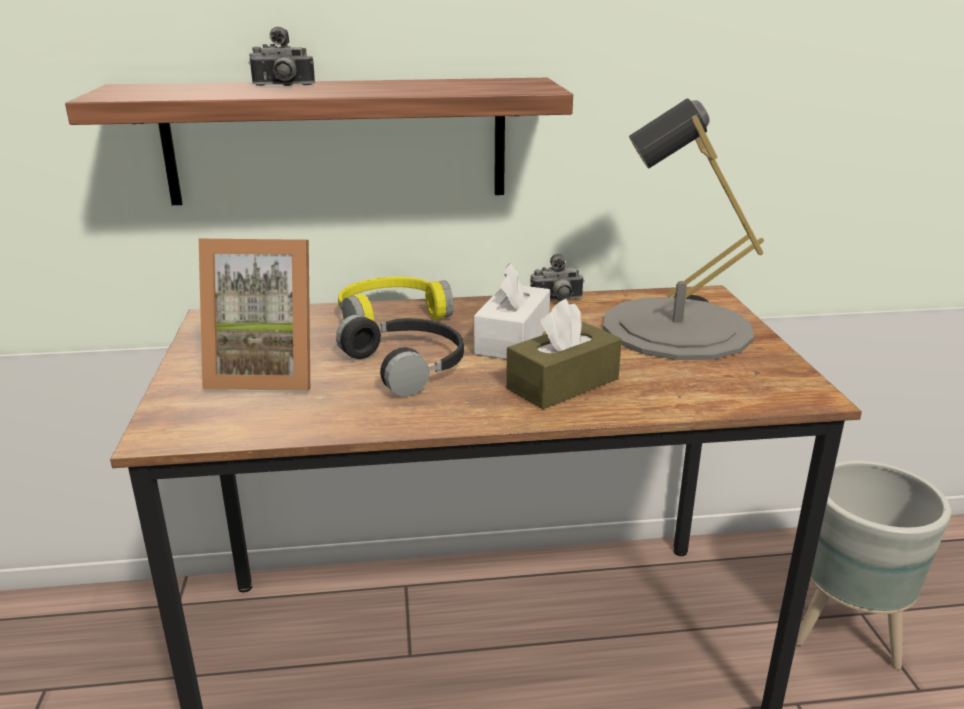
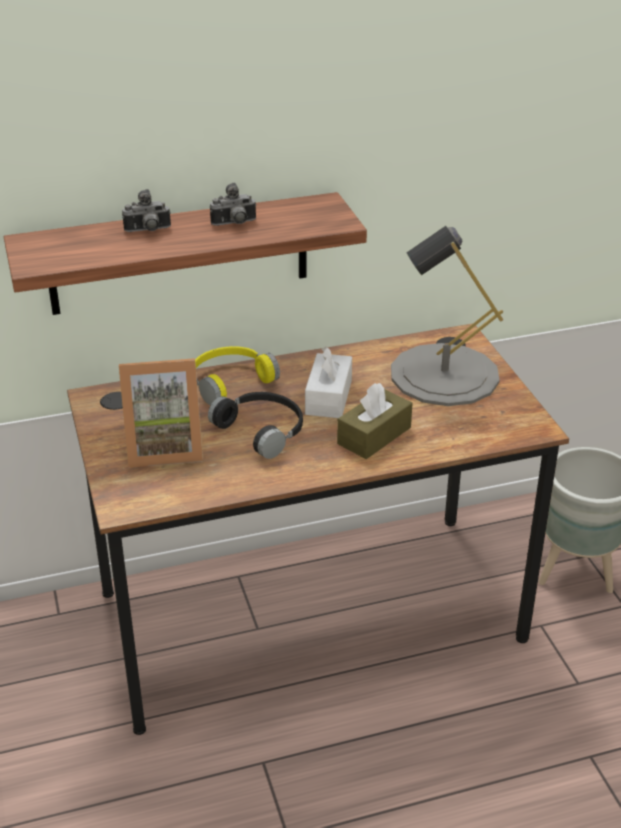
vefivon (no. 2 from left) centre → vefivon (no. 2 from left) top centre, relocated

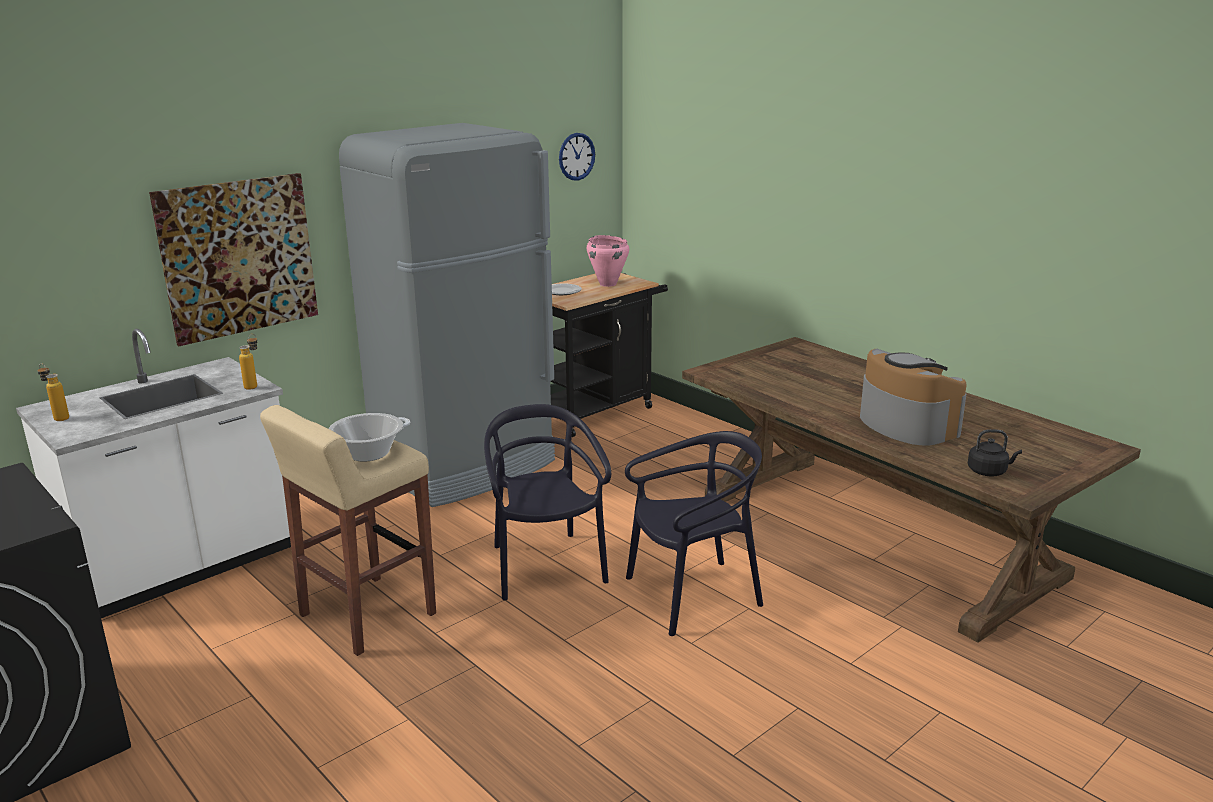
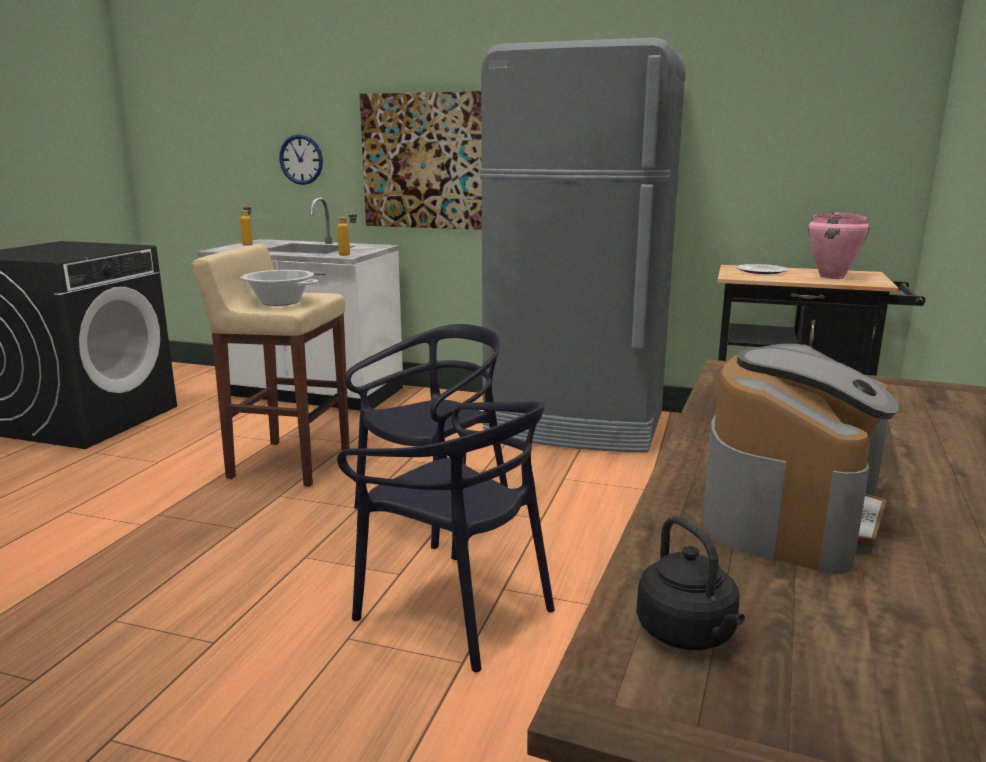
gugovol top centre → gugovol top left, relocated

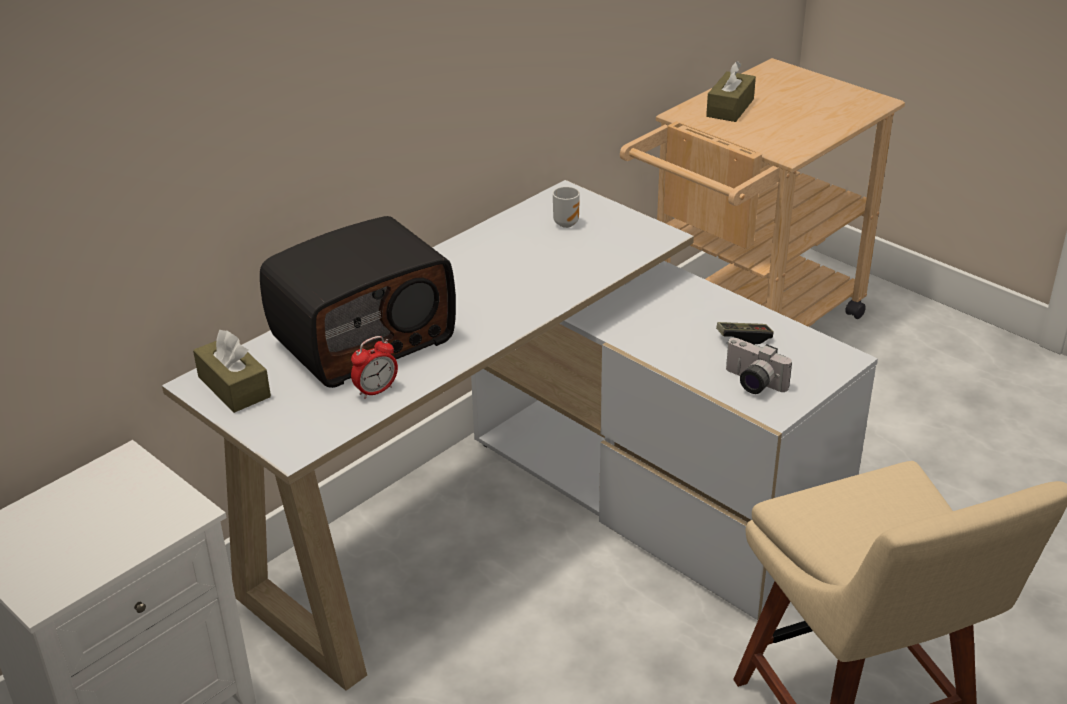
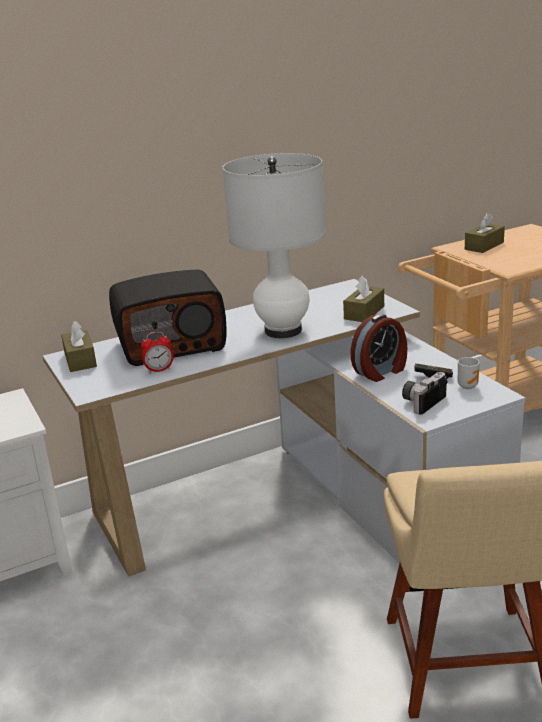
- → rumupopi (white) centre
- → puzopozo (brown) (no. 2 from left) middle right
- → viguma (no. 2 from left) middle right
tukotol top centre → tukotol middle right, relocated
vefivon middle right, 75 degrees clockwise

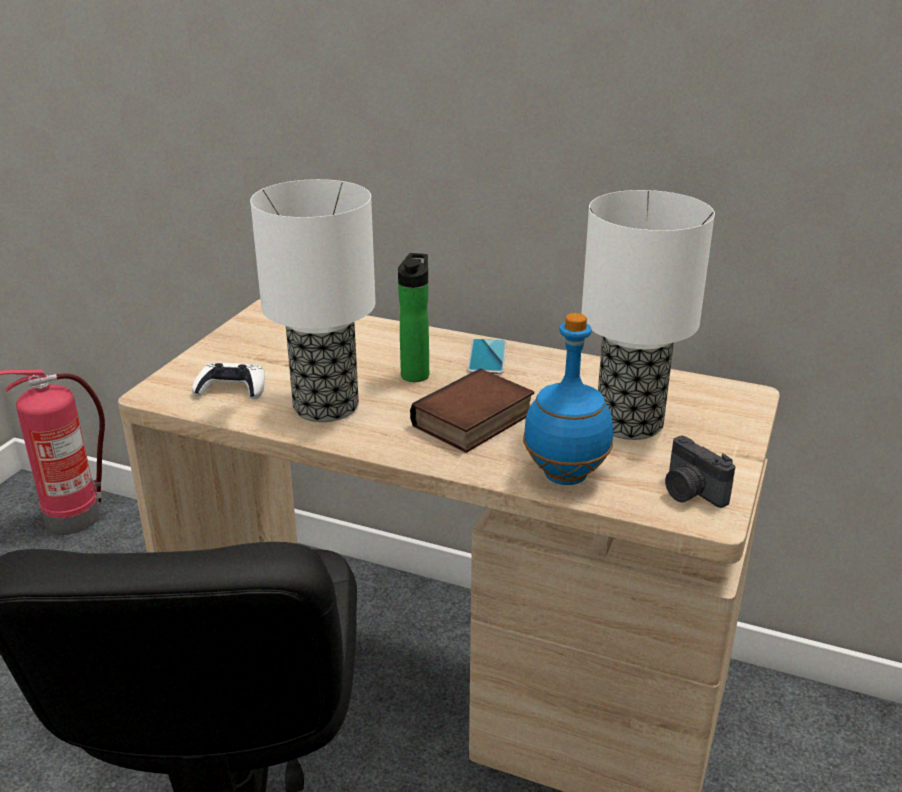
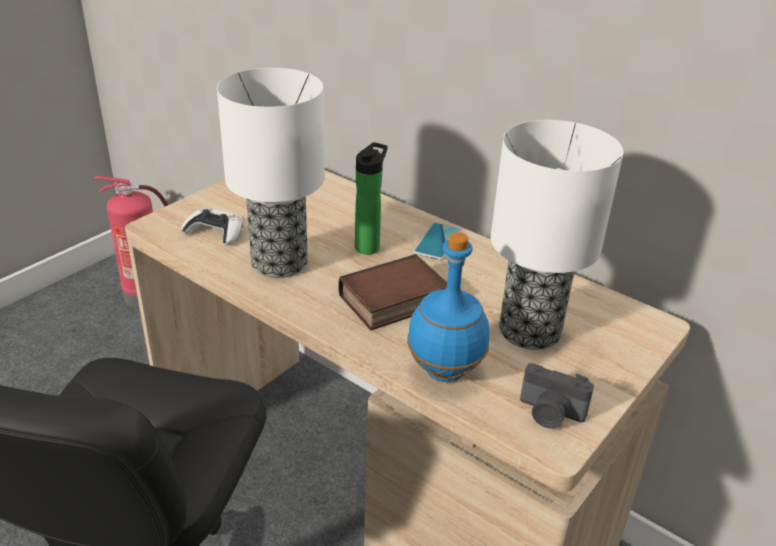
vefivon middle right → vefivon bottom right, 45 degrees counterclockwise

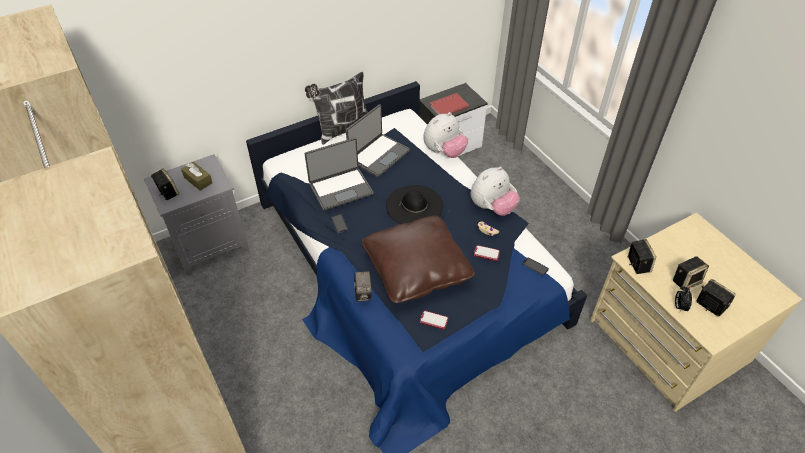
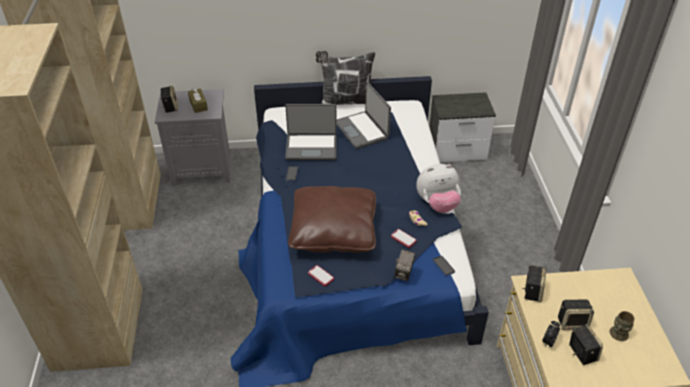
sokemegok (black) centre → -
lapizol (no. 1 from left) top centre → -
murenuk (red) top centre → -
- → tukotol (brown) bottom right
vefivon centre → vefivon bottom centre, relocated
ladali (no. 2 from left) top centre, 90 degrees clockwise

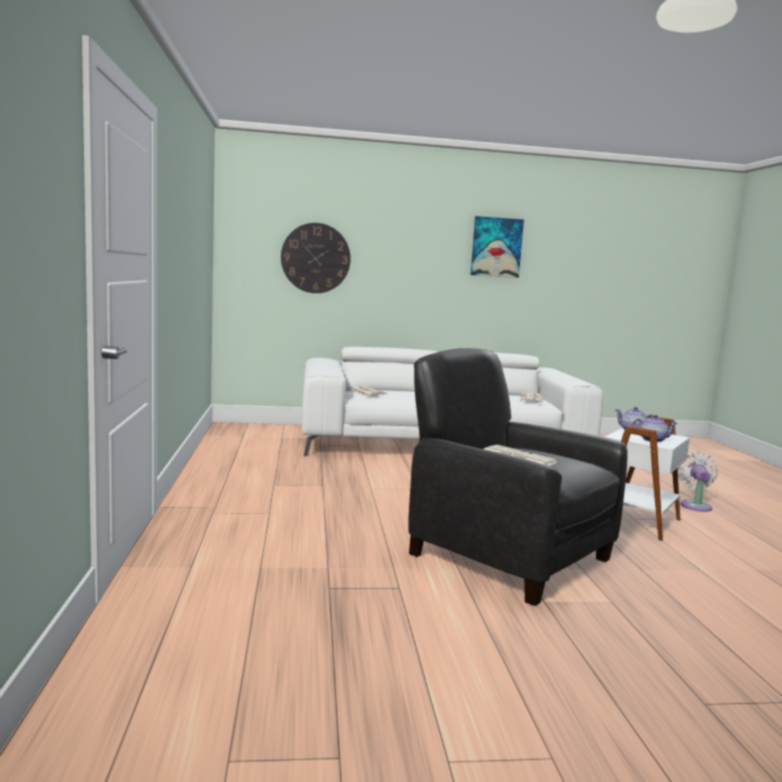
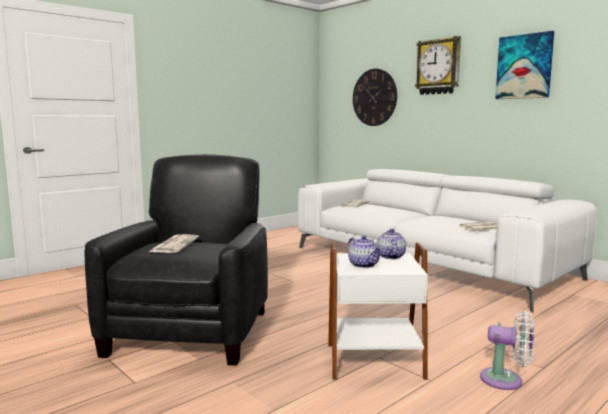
- → gugovol (no. 2 from left) top right
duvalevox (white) middle right → duvalevox (white) bottom right, 45 degrees clockwise

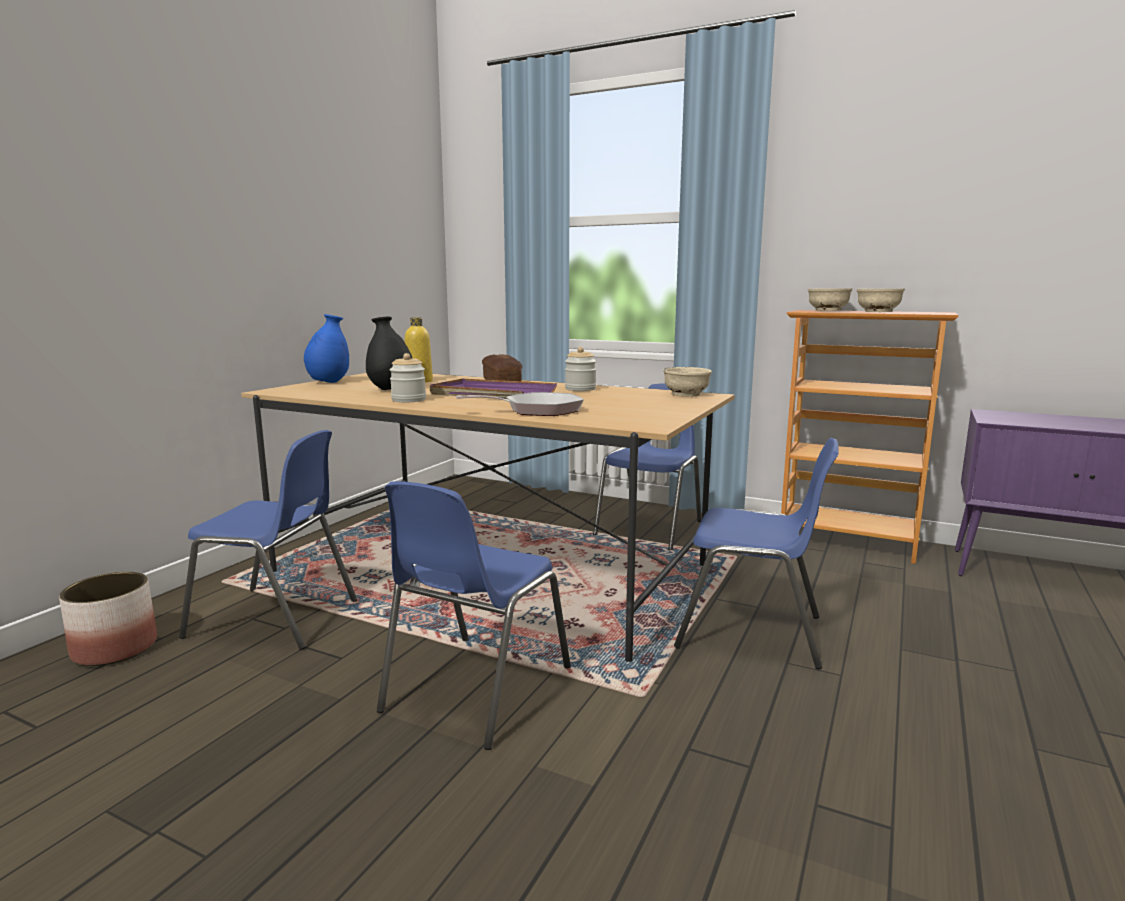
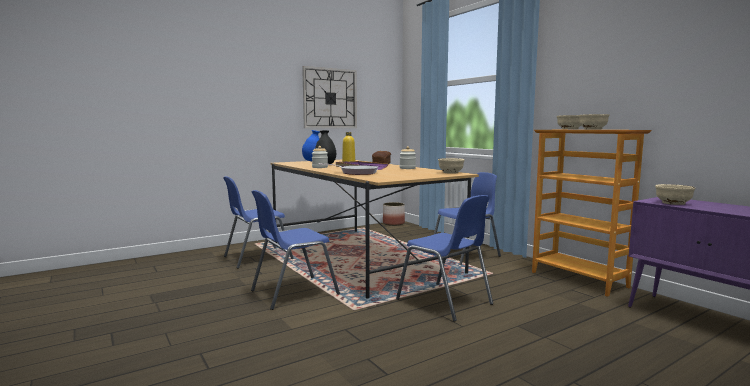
- → gugovol top centre
- → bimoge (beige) (no. 4 from left) middle right
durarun bottom left → durarun centre, relocated
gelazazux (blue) (no. 1 from left) middle left → gelazazux (blue) (no. 1 from left) centre, 105 degrees clockwise

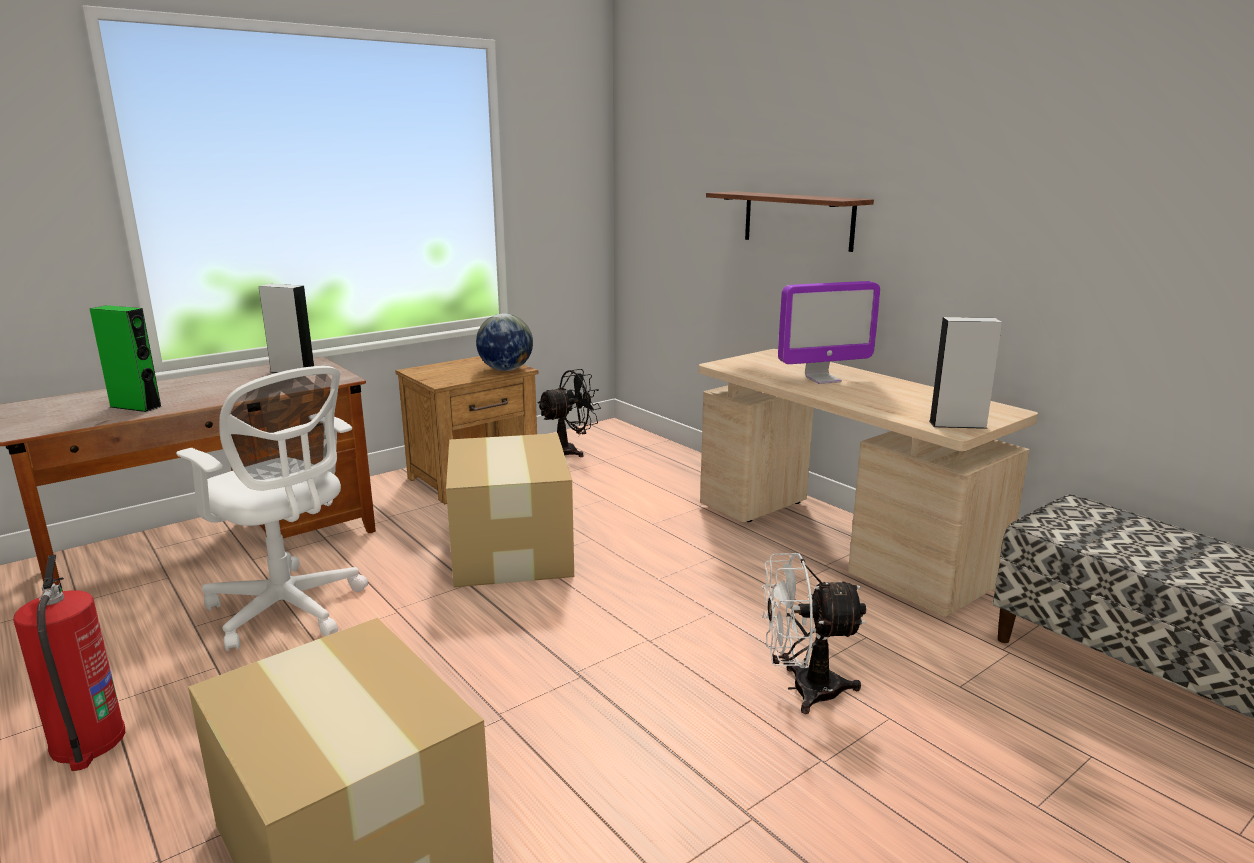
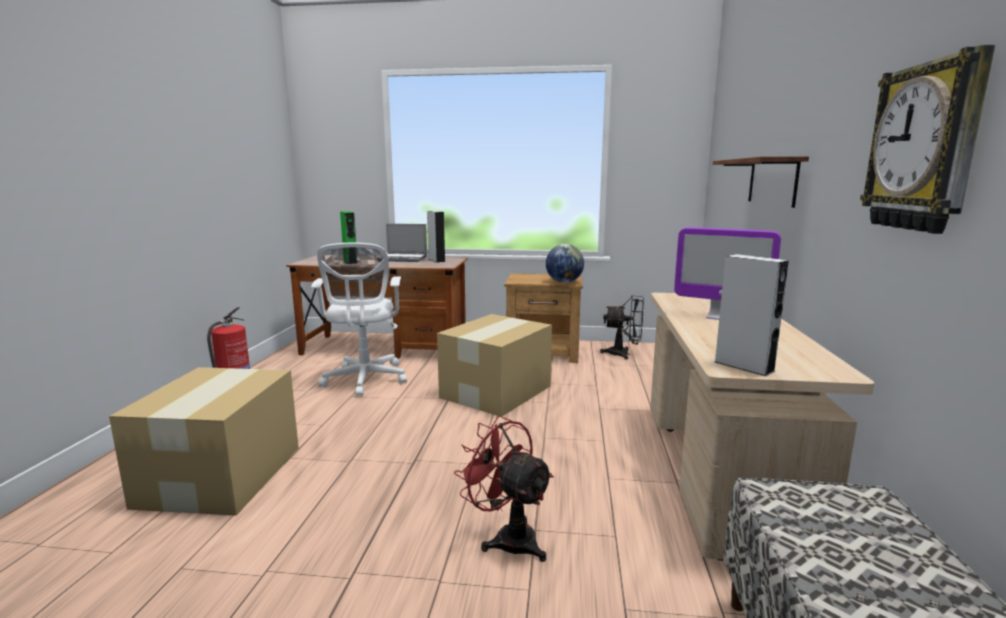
- → ladali centre
- → gugovol top right
duvalevox (white) bottom centre → duvalevox (red) bottom centre

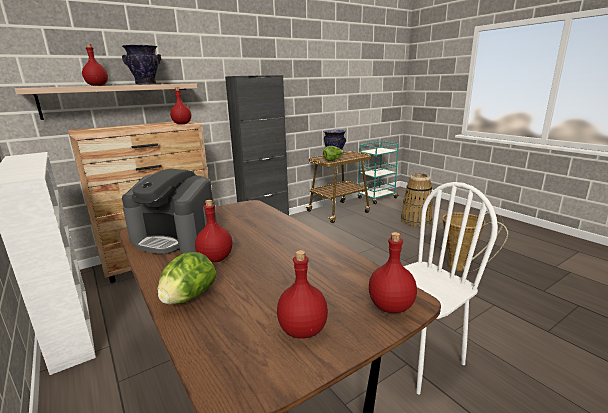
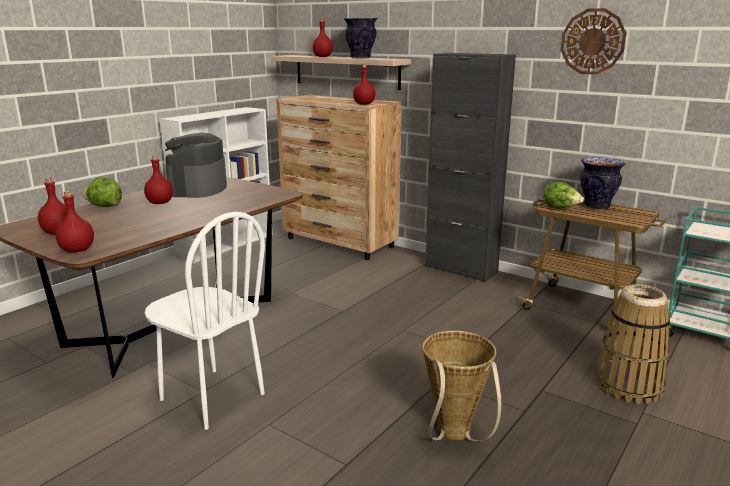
- → gugovol top right

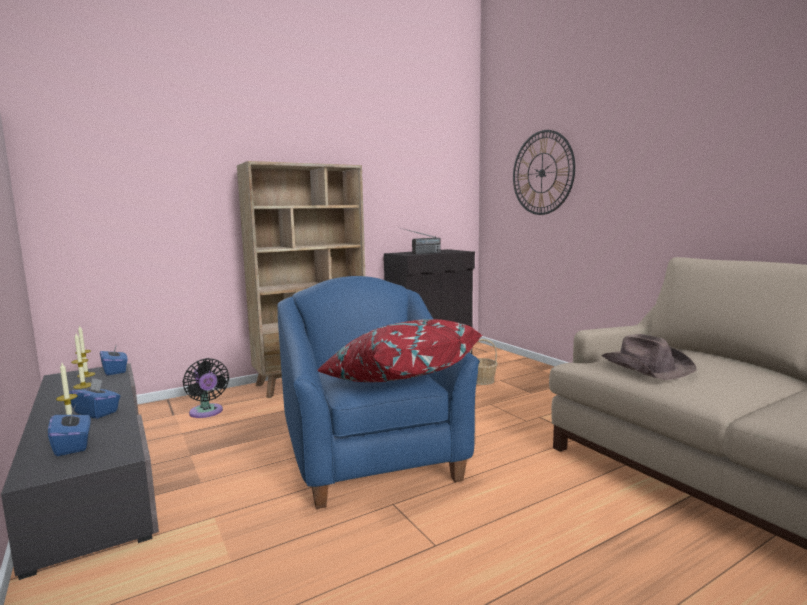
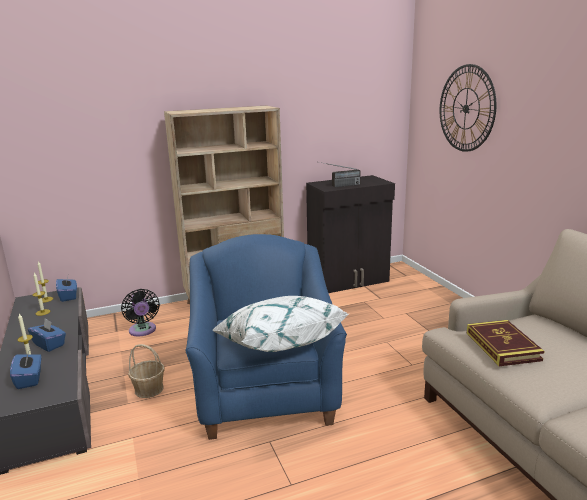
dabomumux centre → dabomumux bottom left, relocated
sokemegok (brown) middle right → murenuk bottom right
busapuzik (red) centre → busapuzik (white) centre

